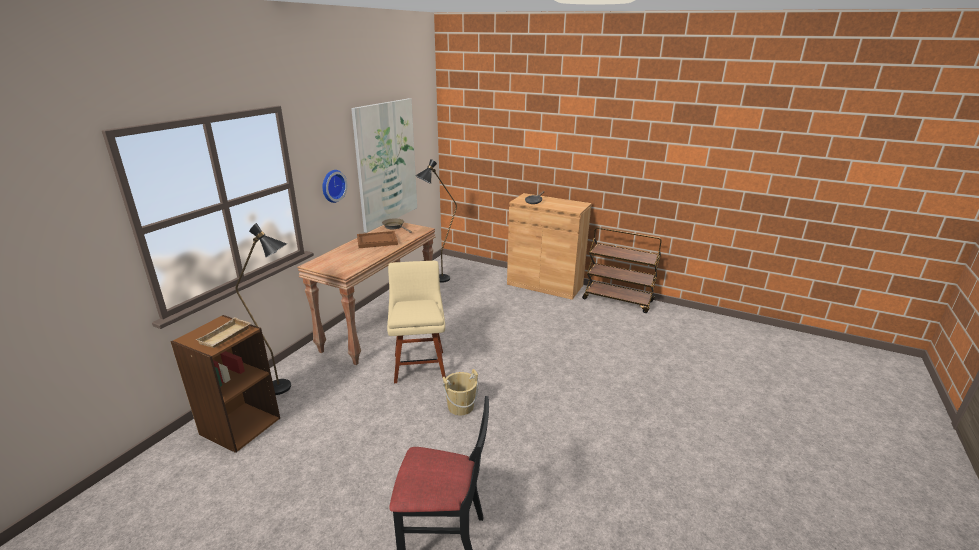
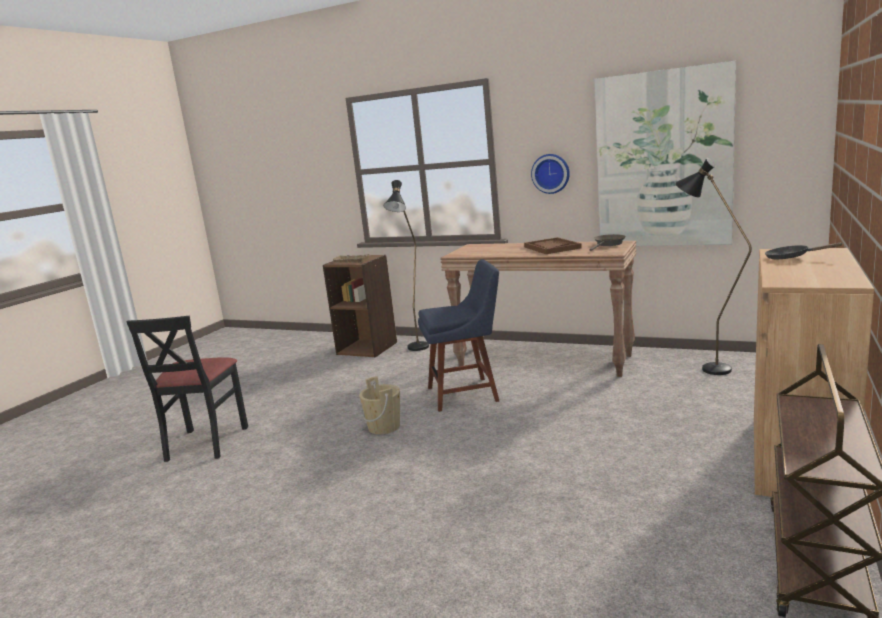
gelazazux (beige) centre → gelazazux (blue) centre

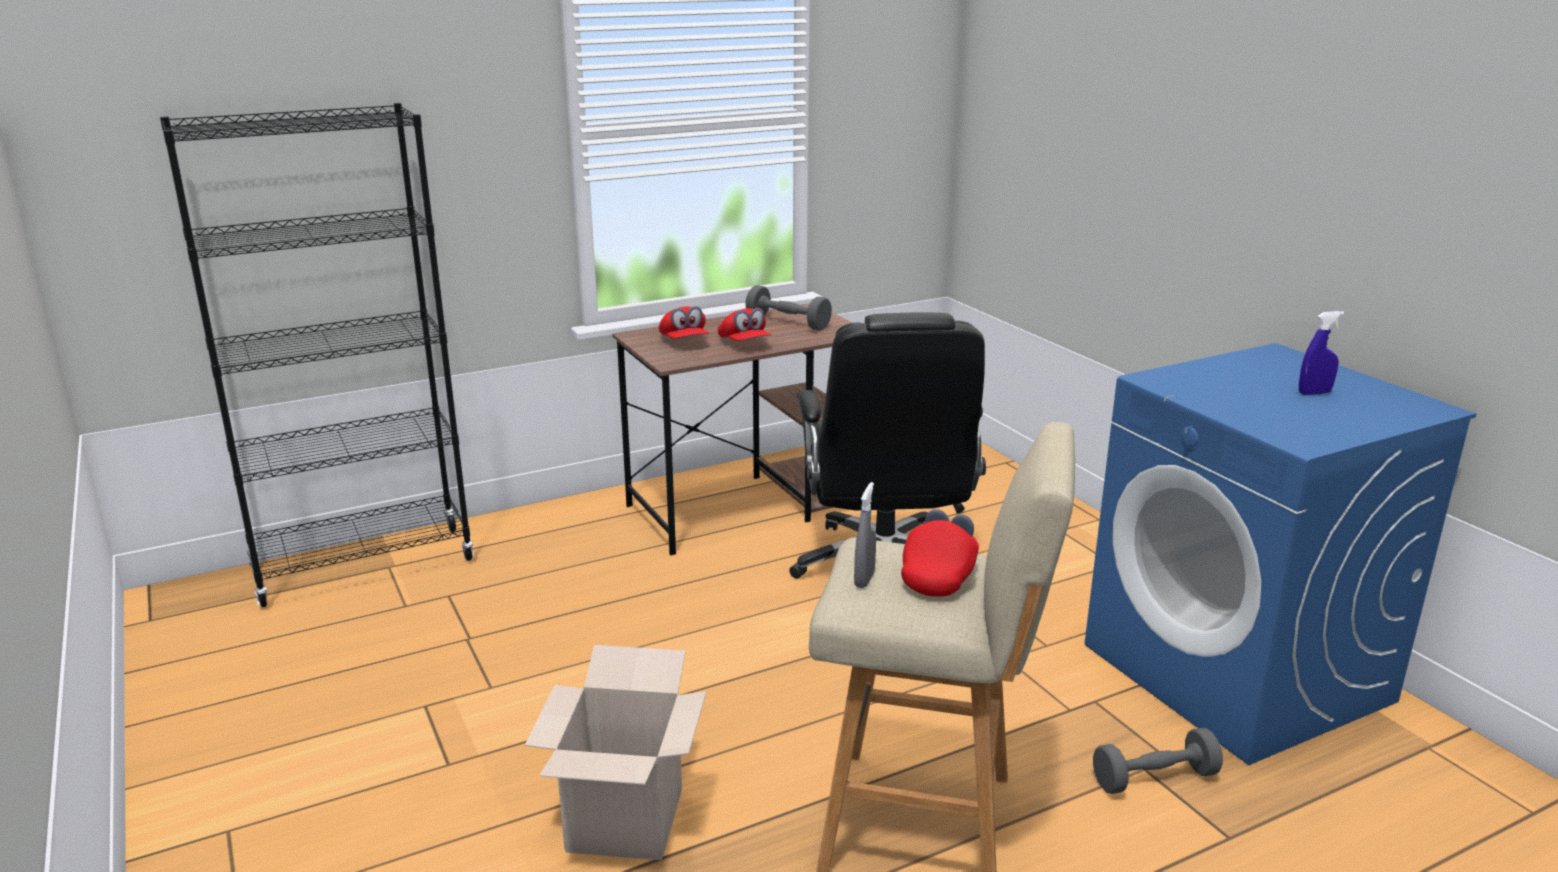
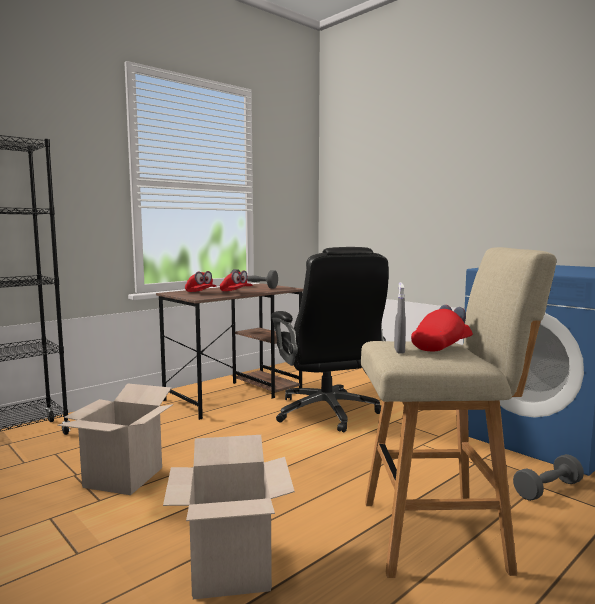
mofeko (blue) middle right → -
- → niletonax (no. 1 from left) bottom left
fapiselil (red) (no. 3 from left) centre → fapiselil (red) (no. 3 from left) middle right, 45 degrees clockwise

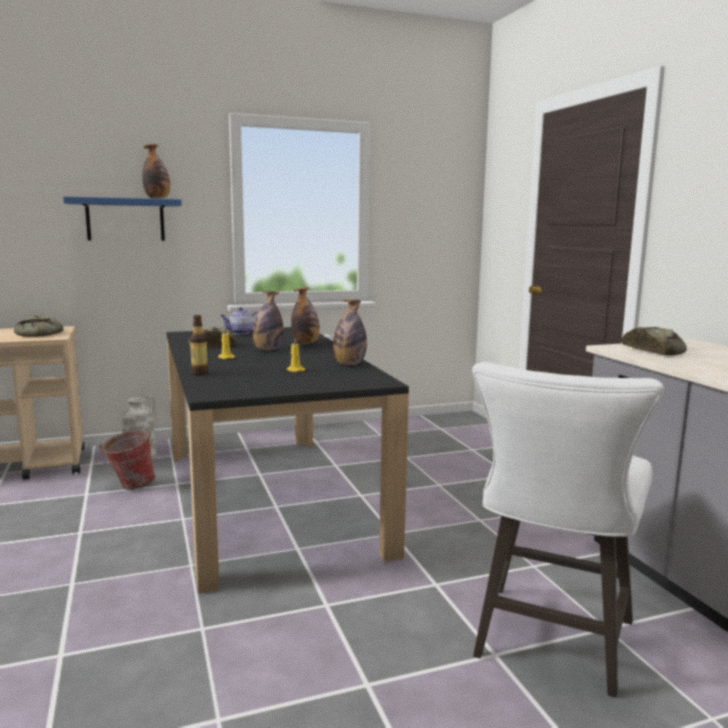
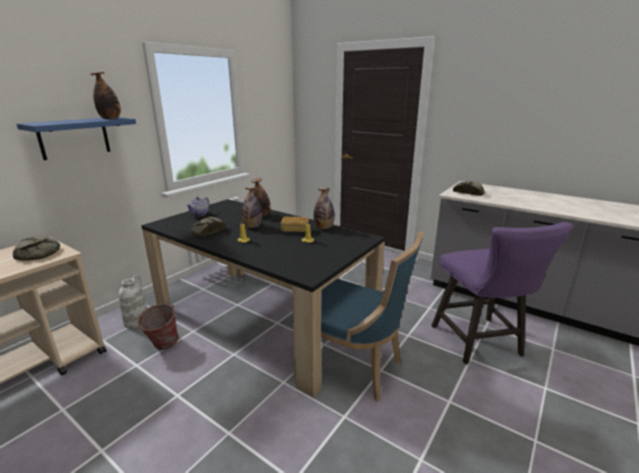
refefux (no. 2 from left) middle left → -
- → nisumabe (no. 3 from left) centre
- → gelazazux (blue) bottom centre
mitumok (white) bottom right → mitumok (purple) middle right

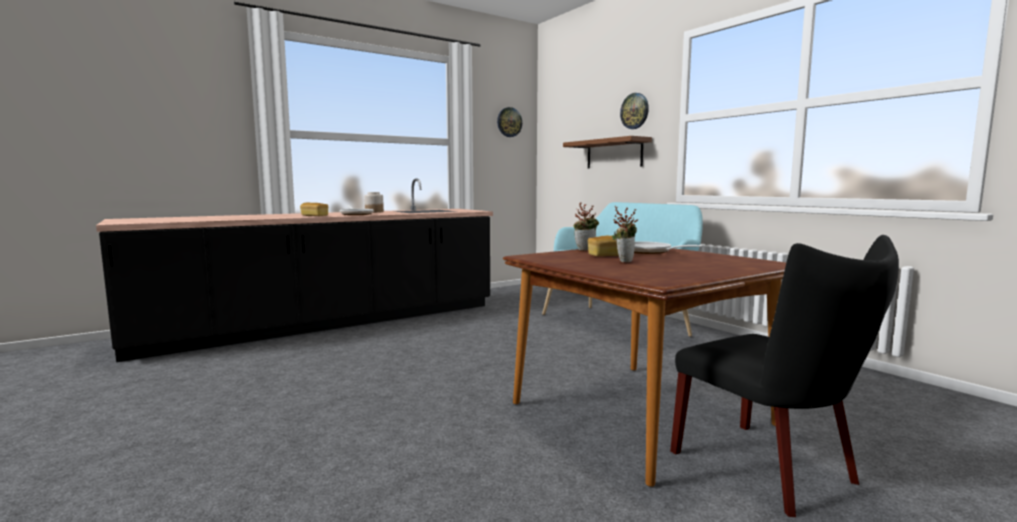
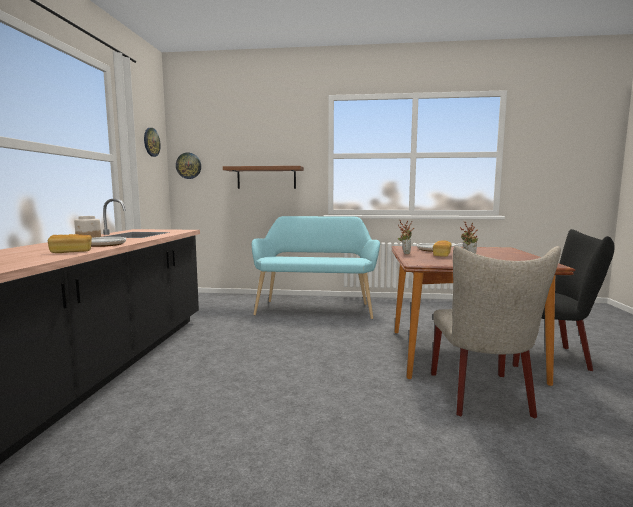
- → gelazazux (beige) middle right
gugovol (no. 2 from left) top centre → gugovol (no. 2 from left) top left, relocated

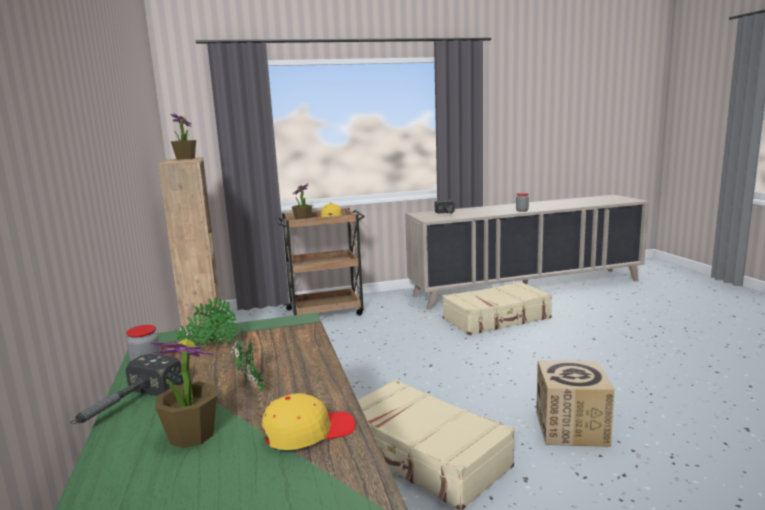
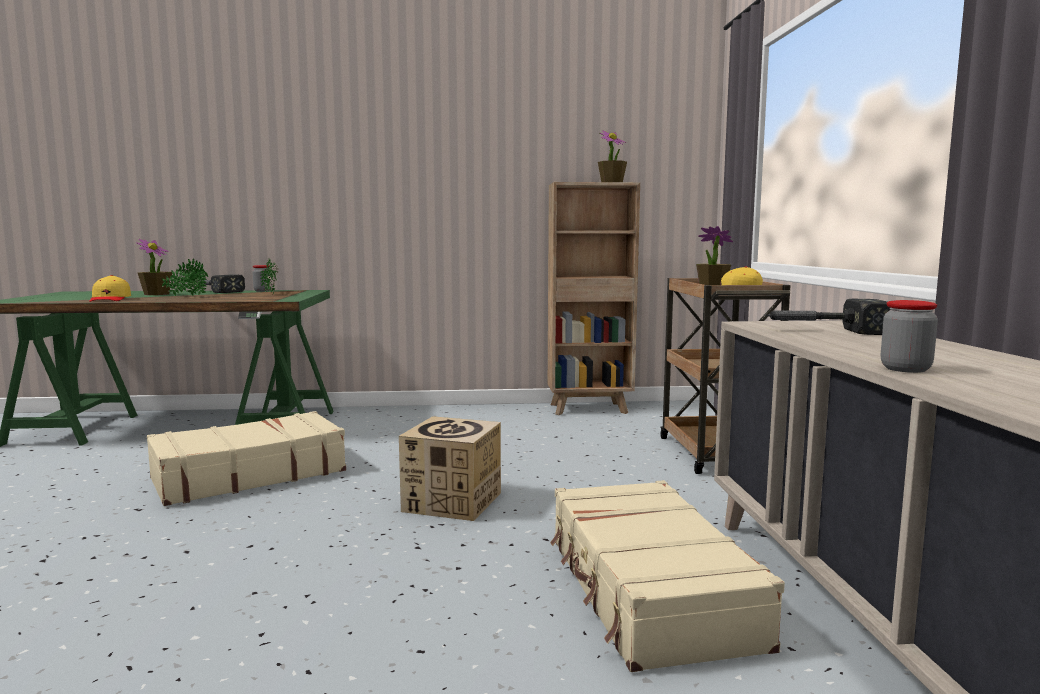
niletonax bottom right → niletonax bottom centre, relocated

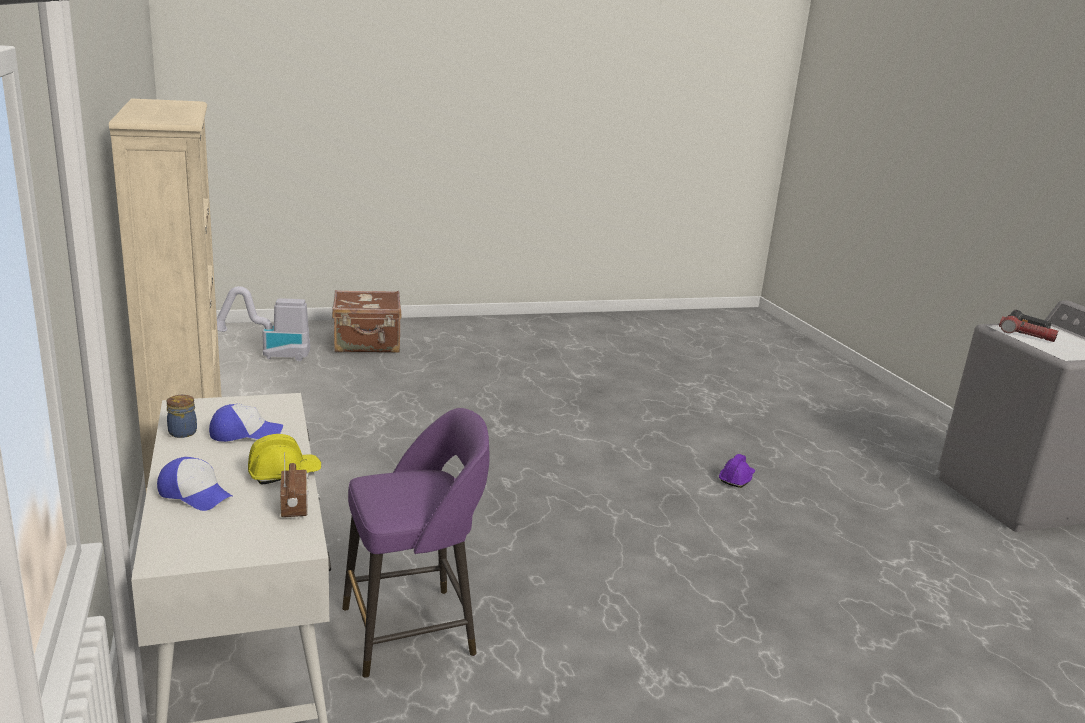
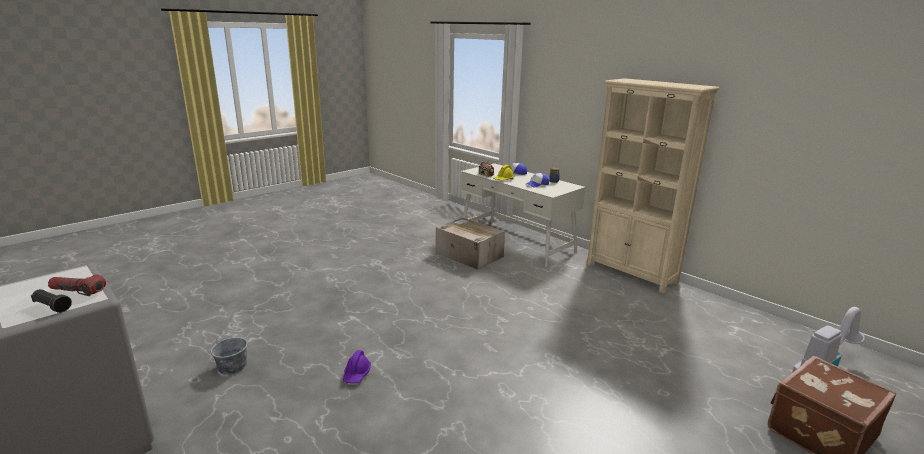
- → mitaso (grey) bottom left
mitumok (purple) bottom centre → niletonax centre

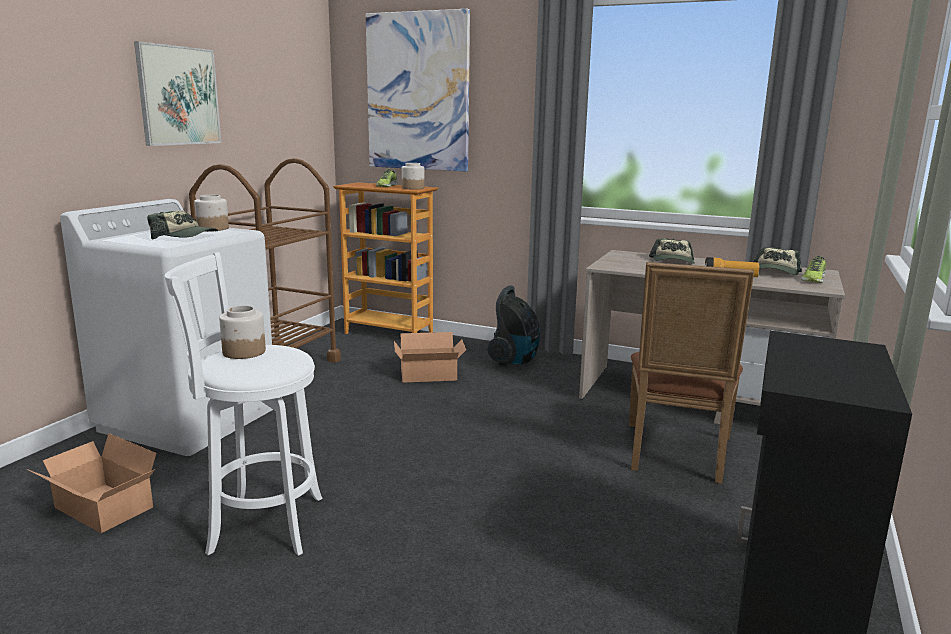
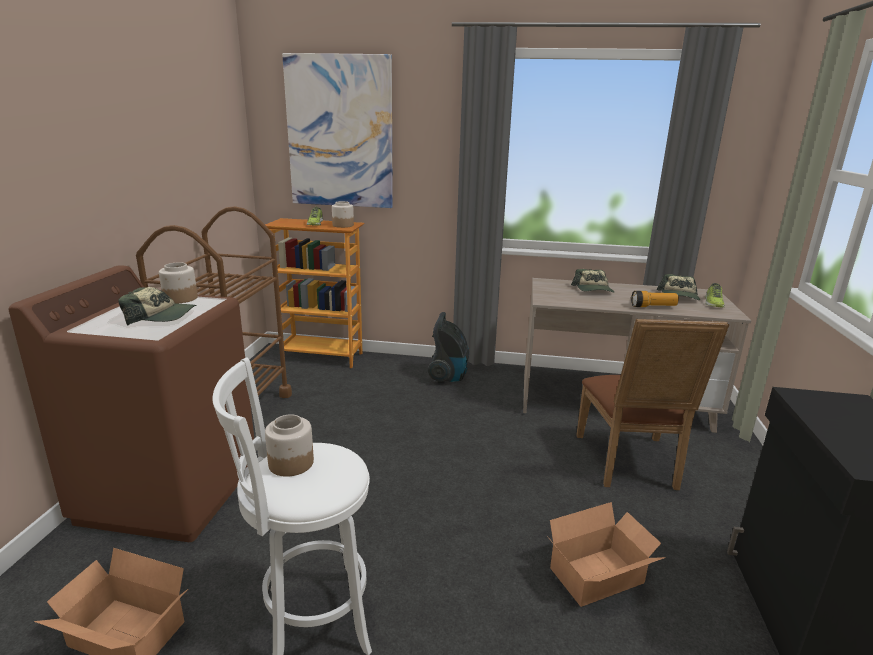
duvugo (no. 1 from left) top left → -
niletonax (no. 2 from left) centre → niletonax (no. 2 from left) bottom right, relocated
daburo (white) middle left → daburo (brown) middle left

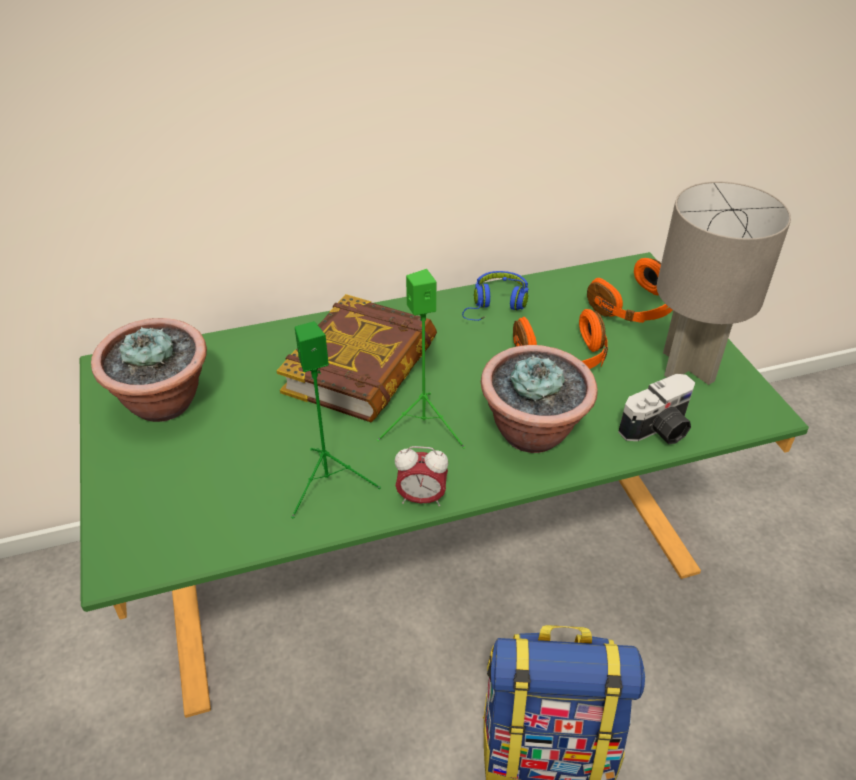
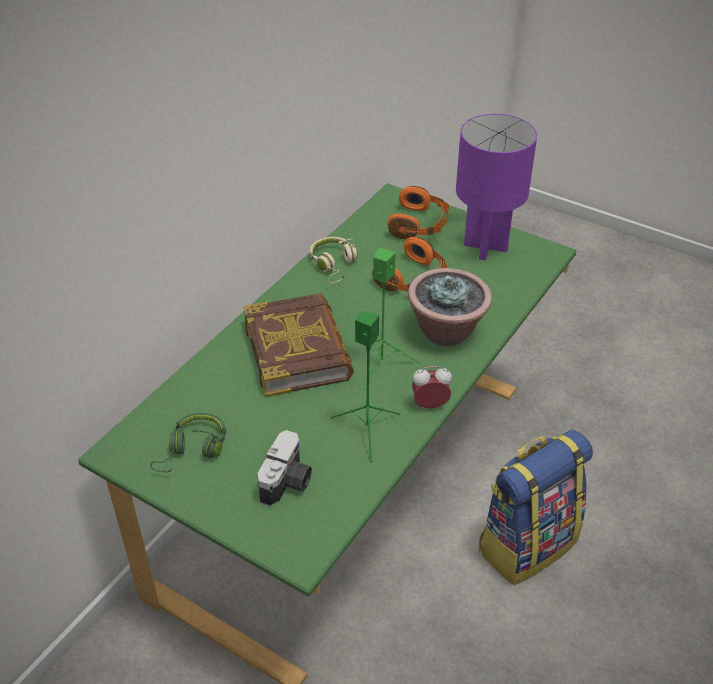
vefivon middle right → vefivon bottom centre, relocated
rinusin (no. 1 from left) middle left → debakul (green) middle left
debakul (blue) centre → debakul (beige) centre
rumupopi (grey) middle right → rumupopi (purple) top right
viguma centre, 150 degrees counterclockwise

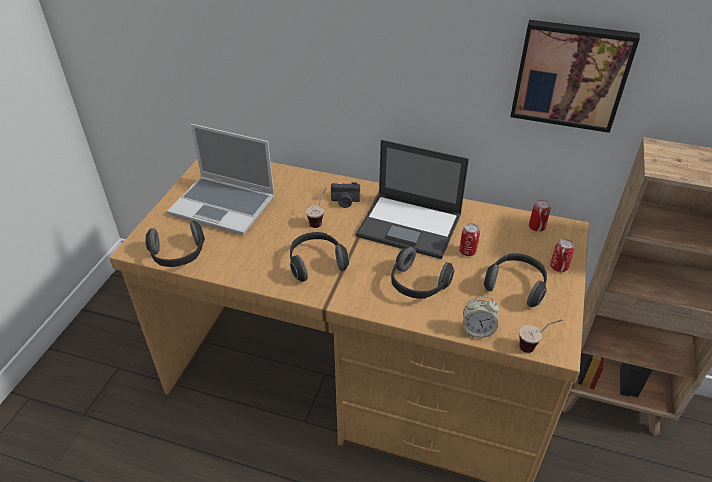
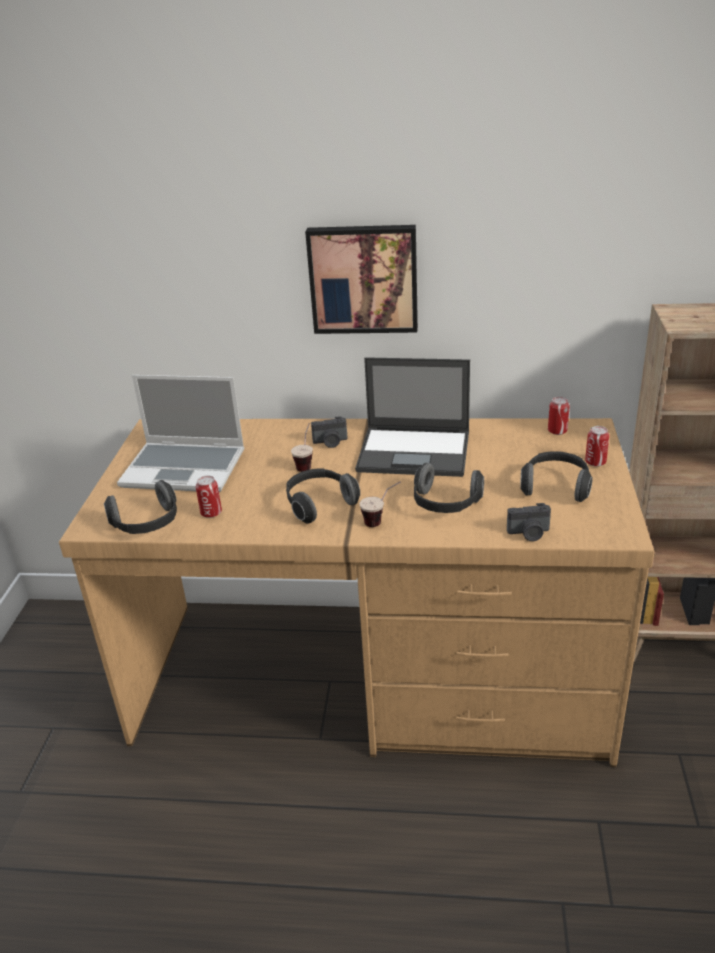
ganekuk (no. 1 from left) centre → ganekuk (no. 1 from left) middle left, relocated
duvugo top right → duvugo top centre, relocated
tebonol (no. 2 from left) bottom right → tebonol (no. 2 from left) centre, relocated
viguma middle right → vefivon (no. 2 from left) middle right

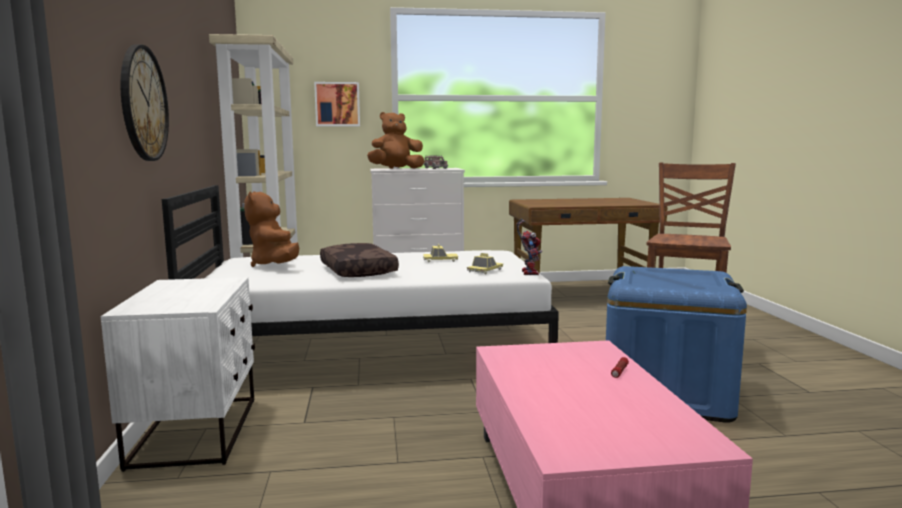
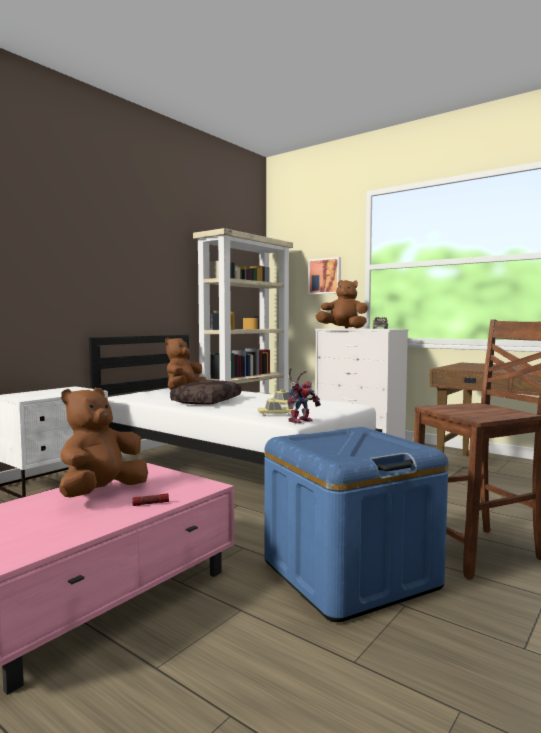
gugovol top left → -
- → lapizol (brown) (no. 1 from left) middle left

